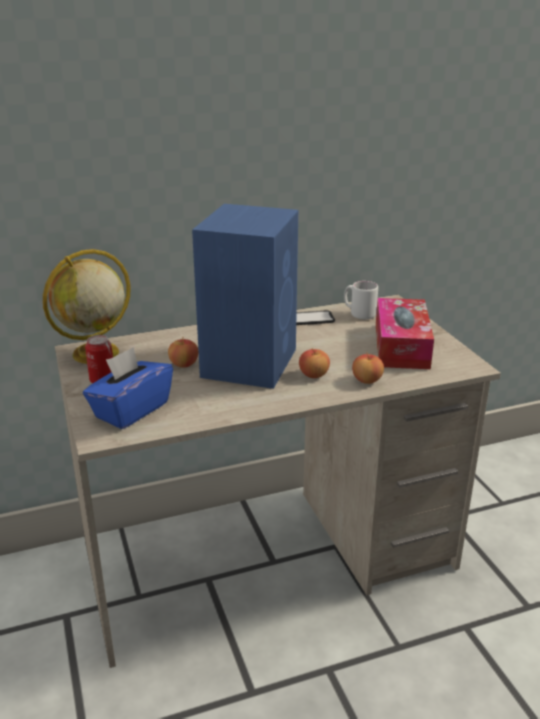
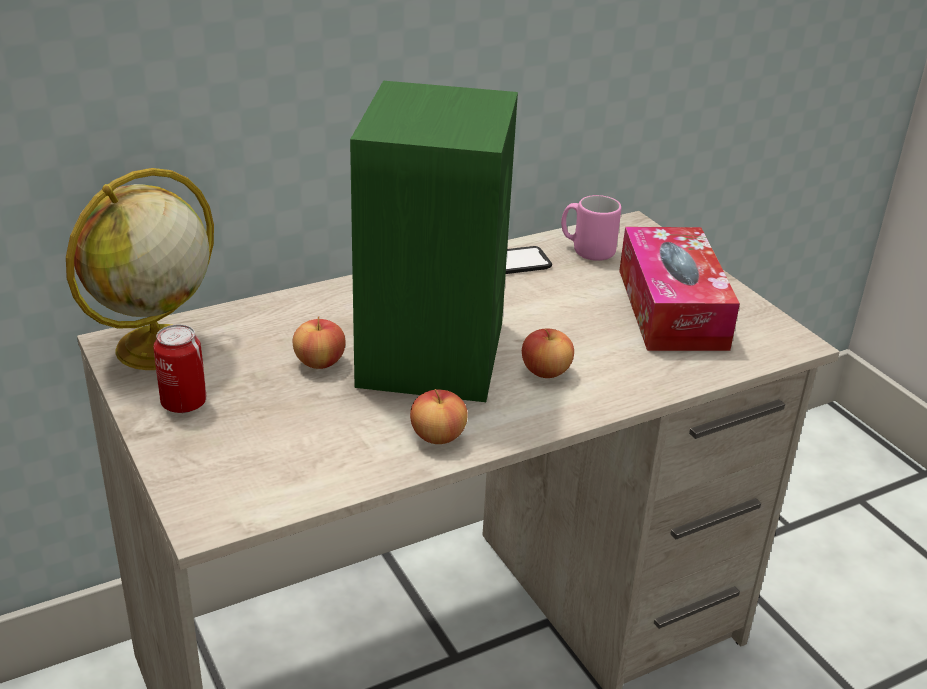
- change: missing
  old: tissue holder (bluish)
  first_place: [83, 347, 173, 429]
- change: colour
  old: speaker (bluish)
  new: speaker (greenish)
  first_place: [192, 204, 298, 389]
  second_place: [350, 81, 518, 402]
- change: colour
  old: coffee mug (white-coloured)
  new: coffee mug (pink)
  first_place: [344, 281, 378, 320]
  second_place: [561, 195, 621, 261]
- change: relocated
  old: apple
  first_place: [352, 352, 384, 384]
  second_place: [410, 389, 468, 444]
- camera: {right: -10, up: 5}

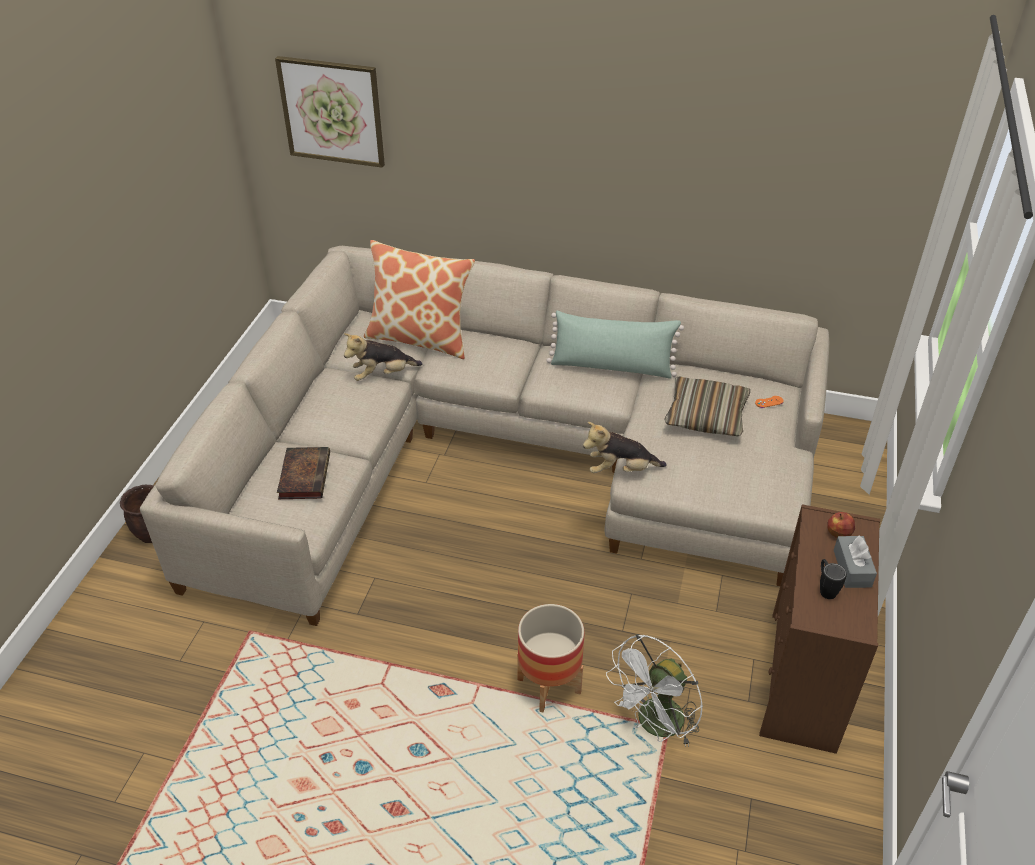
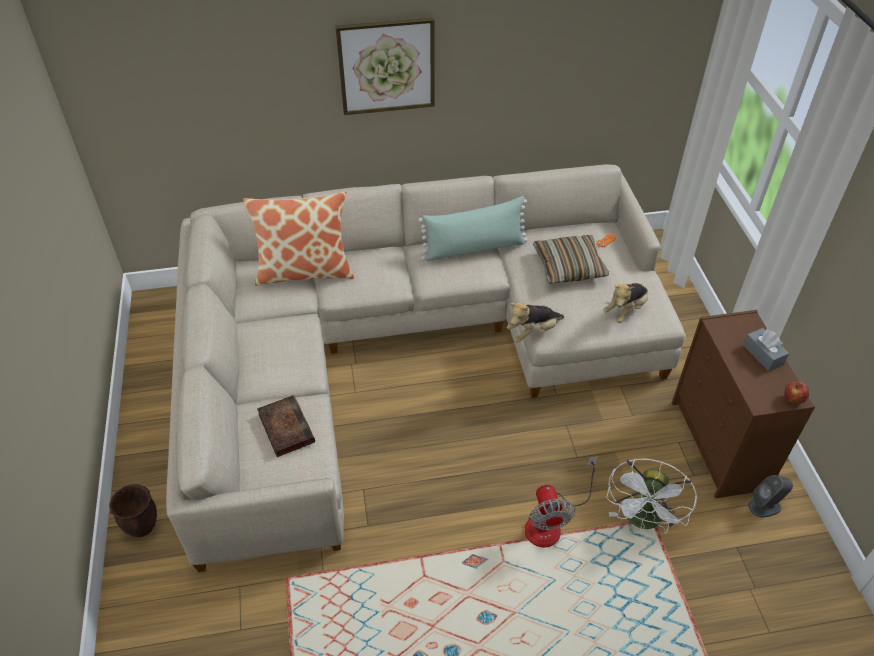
- change: relocated
  old: wall picture
  first_place: [275, 56, 385, 168]
  second_place: [335, 17, 435, 115]
- change: relocated
  old: cuddly toy
  first_place: [344, 333, 422, 381]
  second_place: [603, 283, 648, 323]
- change: exchanged
  old: flower pot
  new: electric fan
  first_place: [517, 604, 584, 712]
  second_place: [525, 457, 598, 547]
- change: missing
  old: coffee mug (black-coloured)
  first_place: [820, 559, 847, 599]
- change: relocated
  old: apple
  first_place: [827, 512, 855, 538]
  second_place: [785, 381, 809, 404]
- change: appeared
  new: speaker (greyish)
  second_place: [748, 475, 793, 517]
- camera: {right: -25, up: 5}

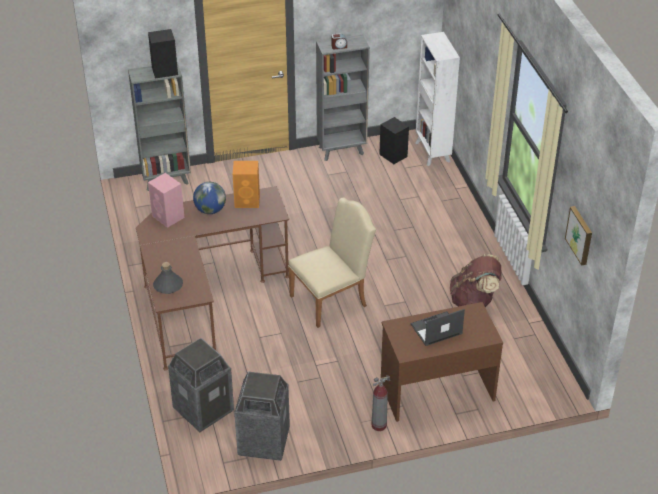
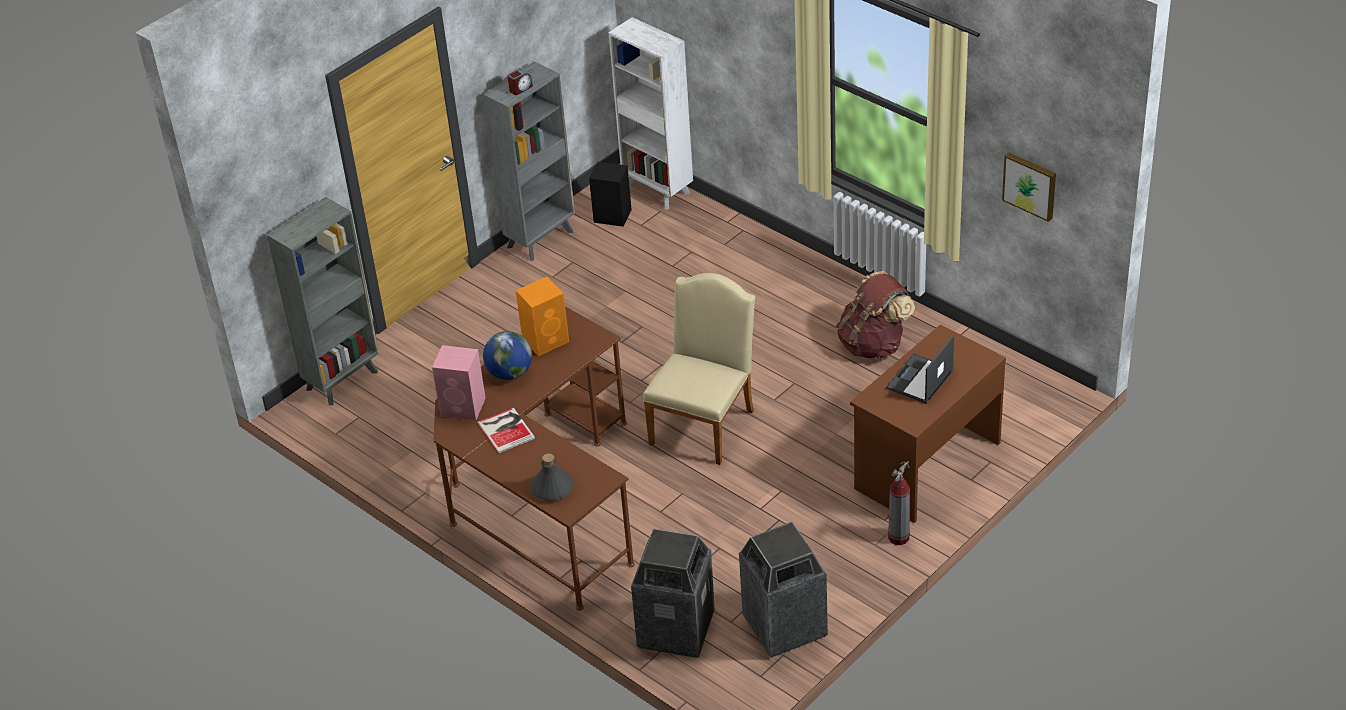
- change: missing
  old: speaker (black-coloured)
  first_place: [148, 29, 178, 79]
- change: appeared
  new: volume
  second_place: [477, 408, 535, 453]
- camera: {right: -30, up: 0}

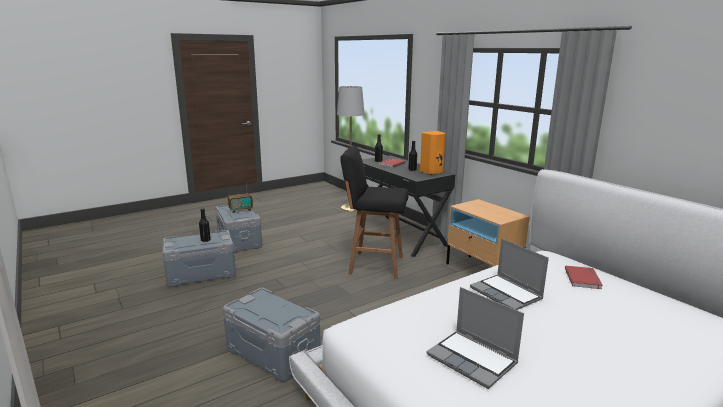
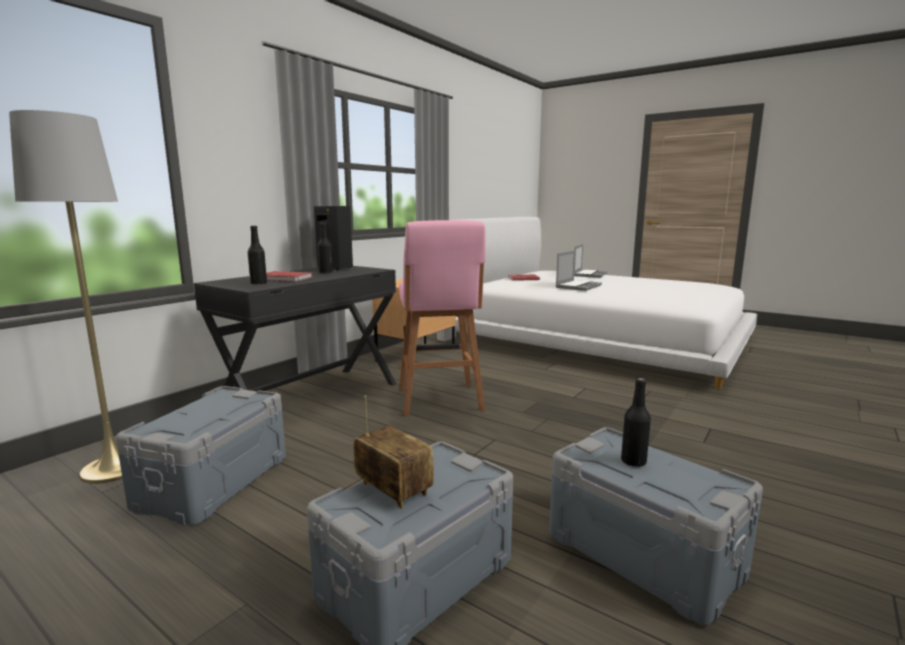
- change: relocated
  old: storage container (greyish)
  first_place: [223, 288, 321, 382]
  second_place: [116, 386, 286, 525]
- change: colour
  old: sitting stool (black-coloured)
  new: sitting stool (pink)
  first_place: [340, 146, 408, 279]
  second_place: [399, 220, 486, 416]
- change: colour
  old: speaker (orange)
  new: speaker (black-coloured)
  first_place: [420, 131, 446, 175]
  second_place: [314, 206, 353, 270]
- change: relocated
  old: laptop
  first_place: [426, 287, 524, 389]
  second_place: [574, 244, 607, 278]
- camera: {right: -110, up: -5}

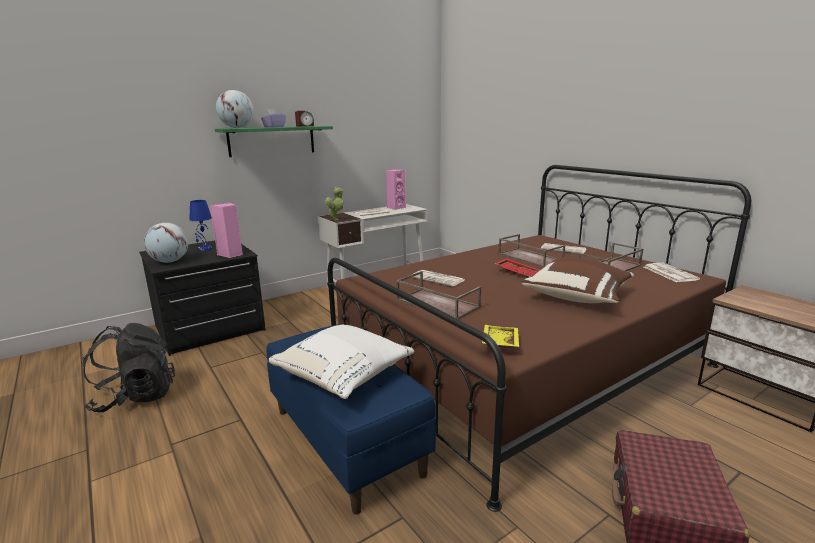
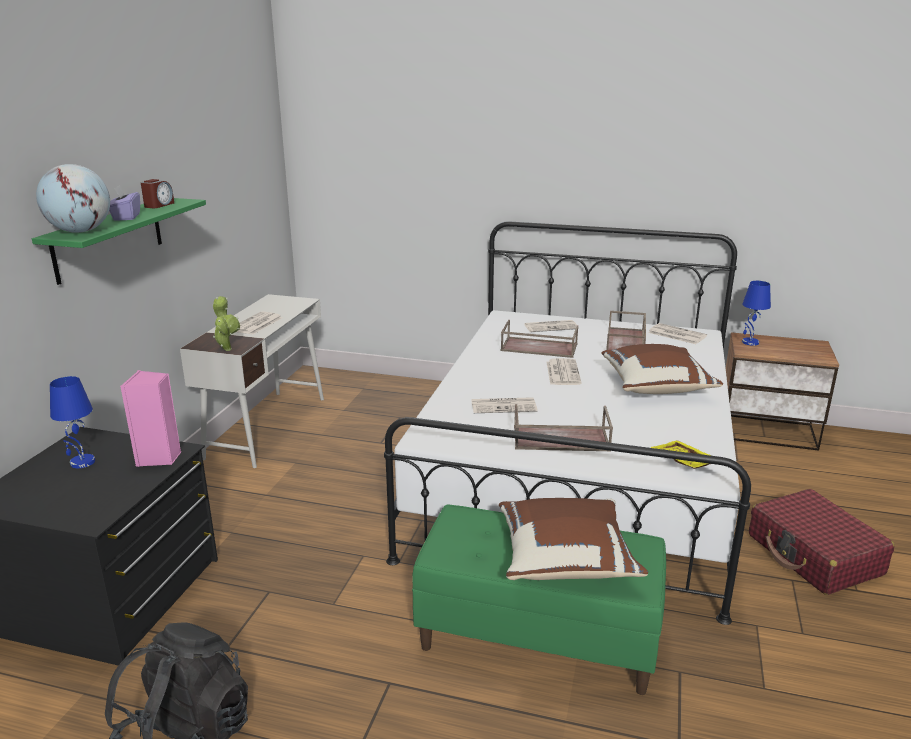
- change: missing
  old: world globe
  first_place: [144, 223, 188, 263]
- change: colour
  old: bench (bluish)
  new: bench (greenish)
  first_place: [267, 324, 436, 514]
  second_place: [412, 505, 666, 695]
- change: colour
  old: cushion (white-coloured)
  new: cushion (brownish)
  first_place: [269, 325, 414, 399]
  second_place: [499, 498, 648, 580]
- change: colour
  old: bedroom bed (brownish)
  new: bedroom bed (white-coloured)
  first_place: [327, 165, 752, 512]
  second_place: [384, 221, 751, 625]
- change: missing
  old: speaker (pink)
  first_place: [386, 169, 406, 210]
- change: exchanged
  old: serving tray (red)
  new: daily paper
  first_place: [495, 258, 540, 278]
  second_place: [547, 358, 582, 385]
- change: appeared
  new: table lamp (bluish)
  second_place: [742, 281, 771, 346]
- camera: {right: -40, up: 5}

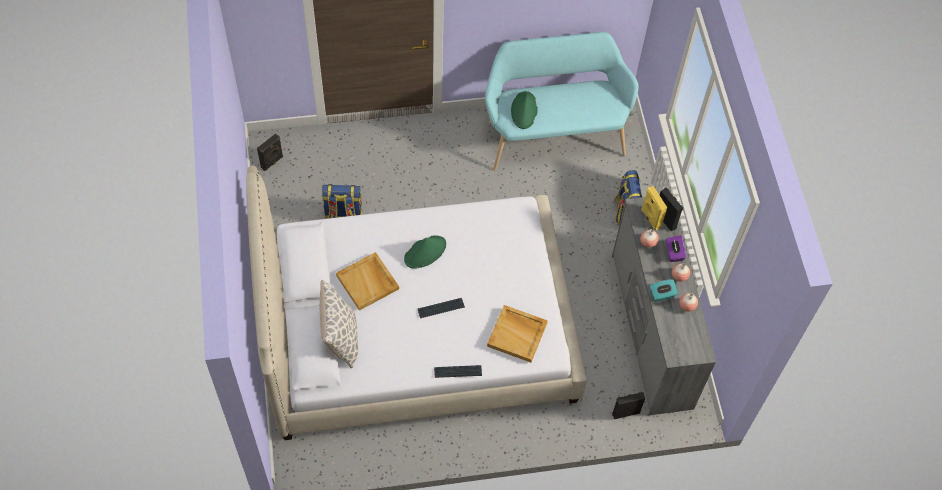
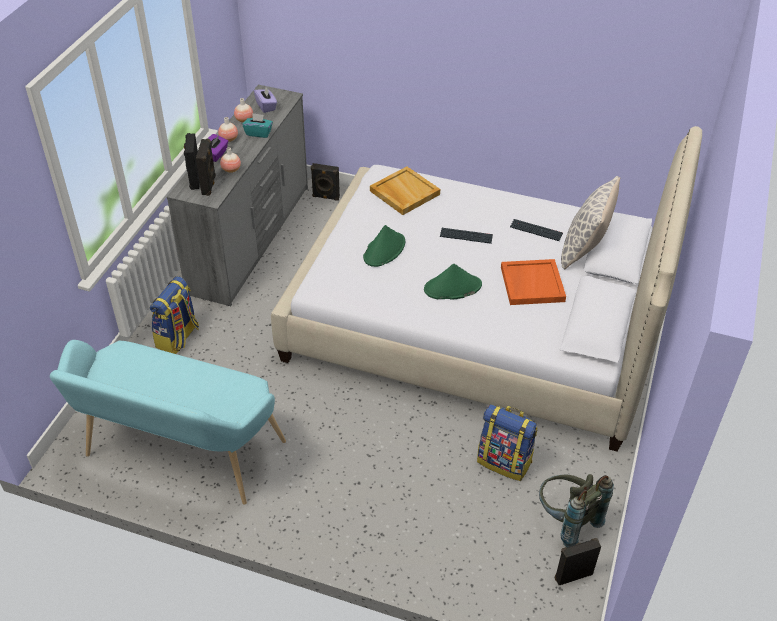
- change: colour
  old: serving tray (beige)
  new: serving tray (orange)
  first_place: [336, 252, 399, 311]
  second_place: [501, 259, 566, 305]
- change: relocated
  old: PC keyboard
  first_place: [434, 365, 482, 378]
  second_place: [510, 219, 563, 241]
- change: relocated
  old: hat (greenish)
  first_place: [511, 91, 538, 129]
  second_place: [363, 225, 405, 267]
- change: colour
  old: speaker (yellow-coloured)
  new: speaker (black-coloured)
  first_place: [641, 186, 667, 231]
  second_place: [196, 139, 216, 196]
- change: appeared
  new: tissue holder (purplish)
  second_place: [254, 87, 277, 113]
- change: appeared
  new: rucksack (greyish)
  second_place: [539, 474, 614, 548]
- camera: {right: -150, up: -15}

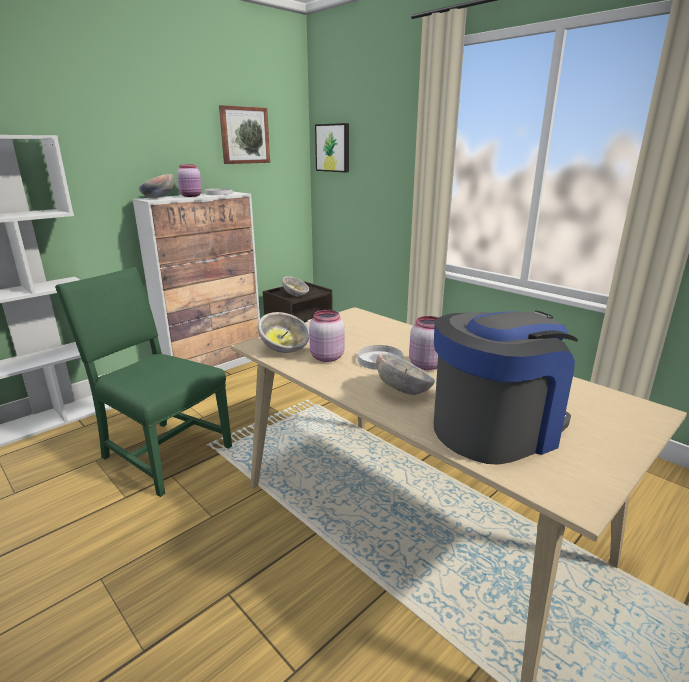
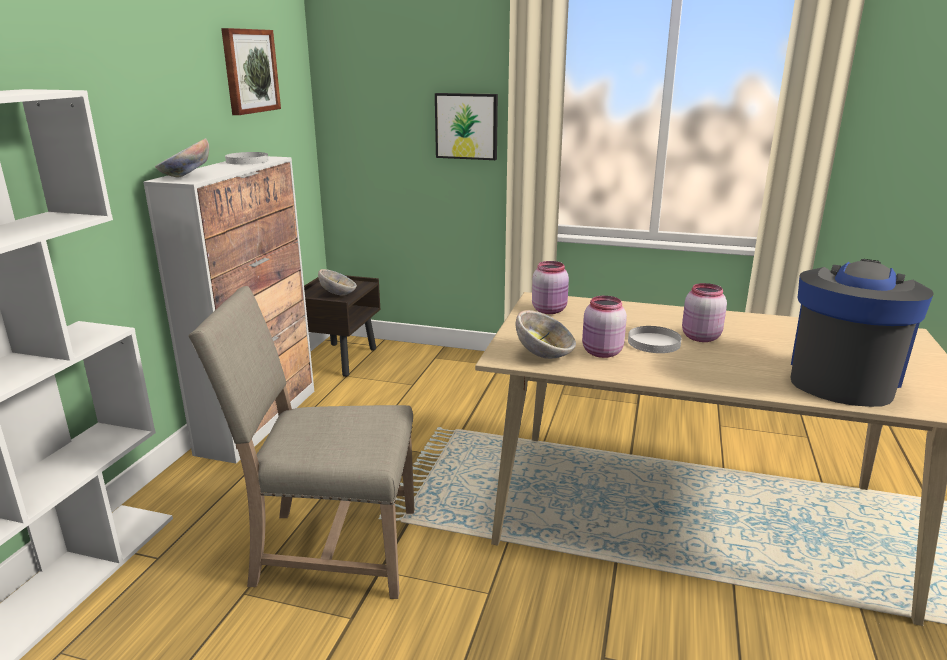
- change: colour
  old: plain chair (greenish)
  new: plain chair (beige)
  first_place: [55, 267, 232, 497]
  second_place: [188, 286, 414, 599]
- change: relocated
  old: jar (pink)
  first_place: [177, 164, 202, 197]
  second_place: [532, 261, 569, 314]
- change: relocated
  old: wall picture
  first_place: [315, 123, 349, 172]
  second_place: [435, 93, 498, 160]
- change: missing
  old: serving bowl
  first_place: [376, 353, 435, 395]
- camera: {right: -30, up: 0}

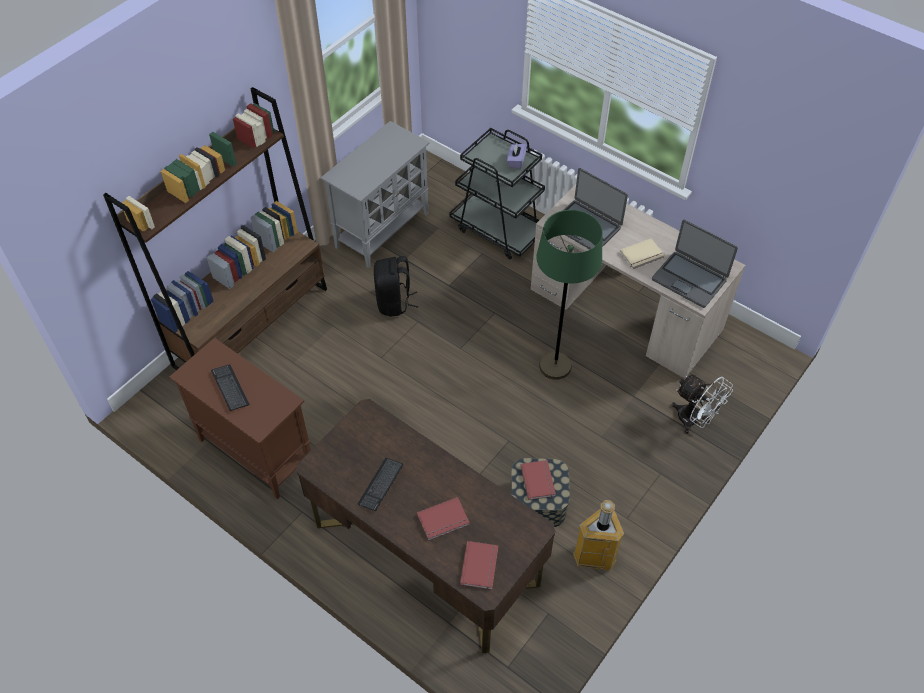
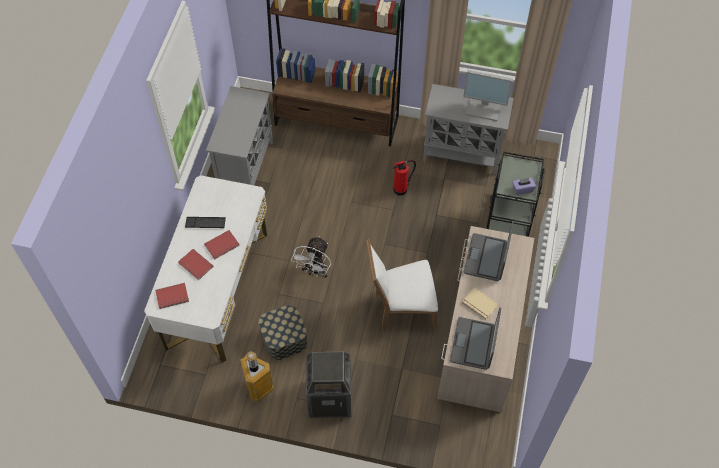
- change: colour
  old: cupboard (brownish)
  new: cupboard (greyish)
  first_place: [169, 338, 311, 500]
  second_place: [206, 86, 273, 185]
- change: missing
  old: PC keyboard
  first_place: [211, 364, 250, 411]
- change: colour
  old: desk unit (brownish)
  new: desk unit (white-coloured)
  first_place: [297, 399, 555, 653]
  second_place: [144, 175, 268, 363]
- change: exchanged
  old: rucksack (black-coloured)
  new: fire-fighting cylinder
  first_place: [374, 256, 418, 316]
  second_place: [393, 160, 416, 196]
- change: relocated
  old: volume (red)
  first_place: [520, 460, 556, 500]
  second_place: [204, 230, 240, 260]
- change: exchanged
  old: standing lamp (greenish)
  new: plain chair (white-coloured)
  first_place: [536, 210, 603, 380]
  second_place: [366, 239, 438, 331]
- change: relocated
  old: electric fan (white-coloured)
  first_place: [671, 375, 733, 434]
  second_place: [291, 236, 331, 277]
- change: appeared
  new: waste bin
  second_place: [306, 352, 351, 418]
- change: appeared
  new: monitor
  second_place: [463, 70, 513, 121]
- camera: {right: 65, up: 5}

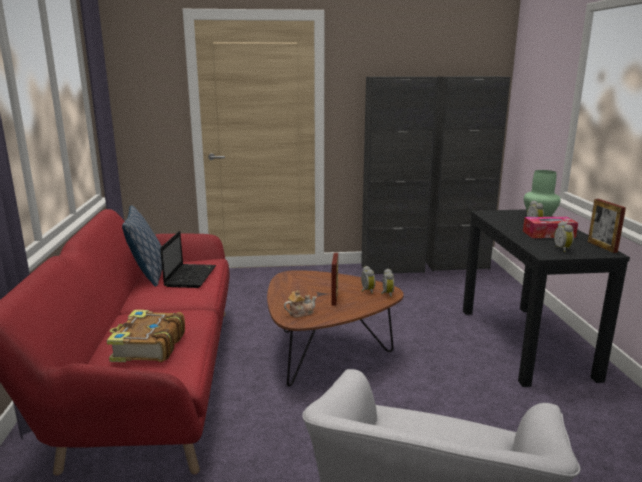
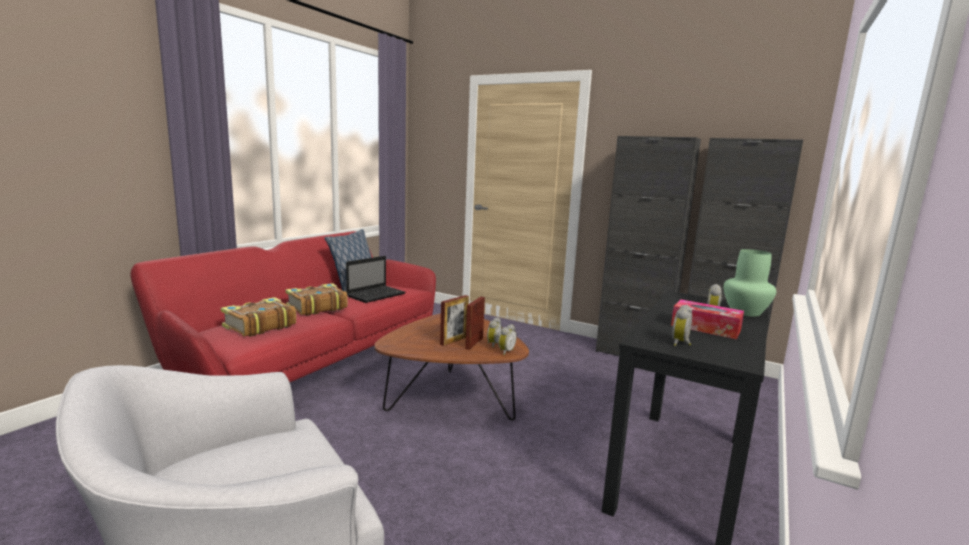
- change: missing
  old: tea pot
  first_place: [284, 290, 317, 317]
- change: relocated
  old: standing frame
  first_place: [588, 199, 626, 253]
  second_place: [465, 296, 485, 350]
- change: appeared
  new: volume
  second_place: [285, 283, 348, 316]
- camera: {right: 35, up: -5}

